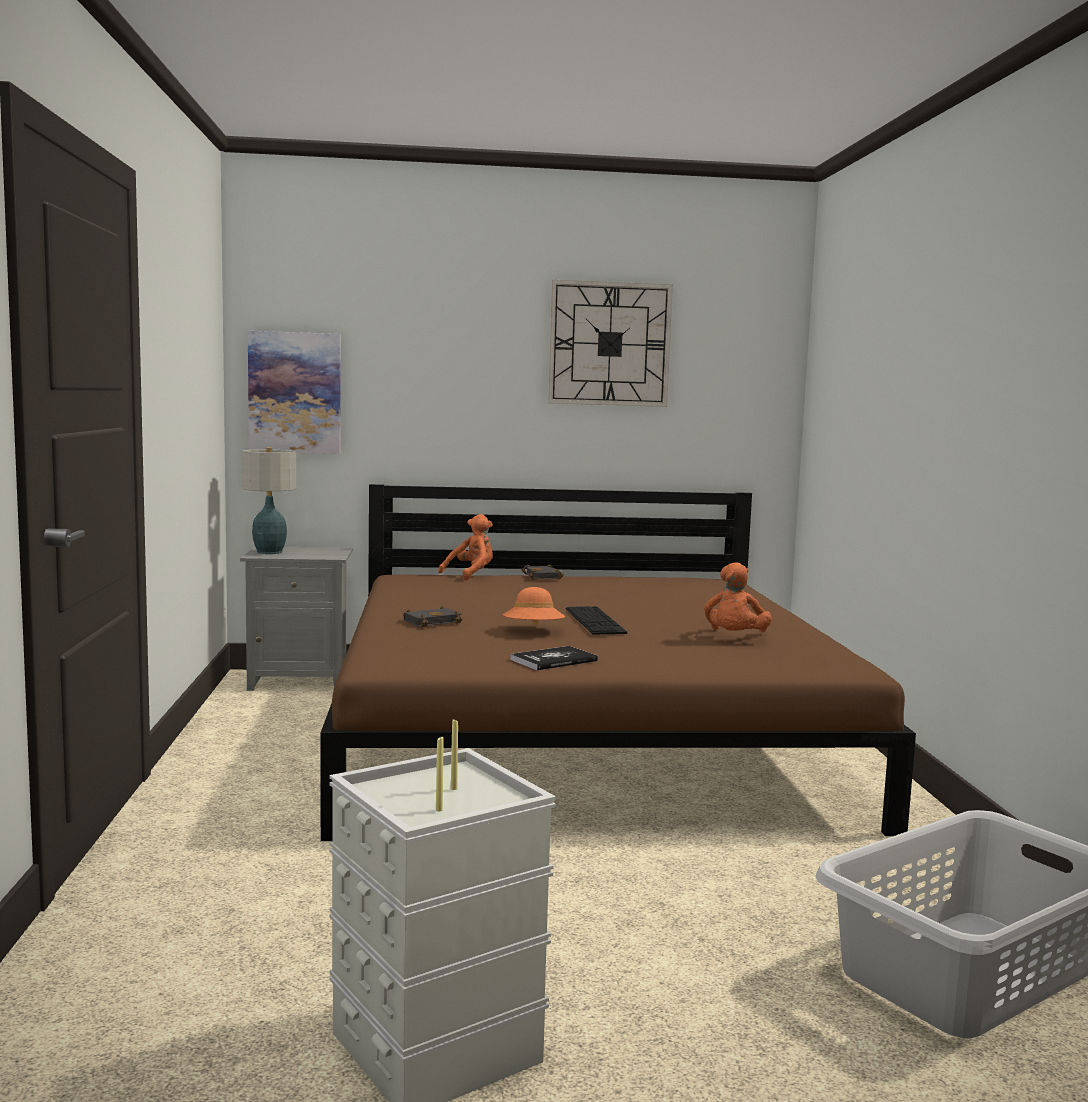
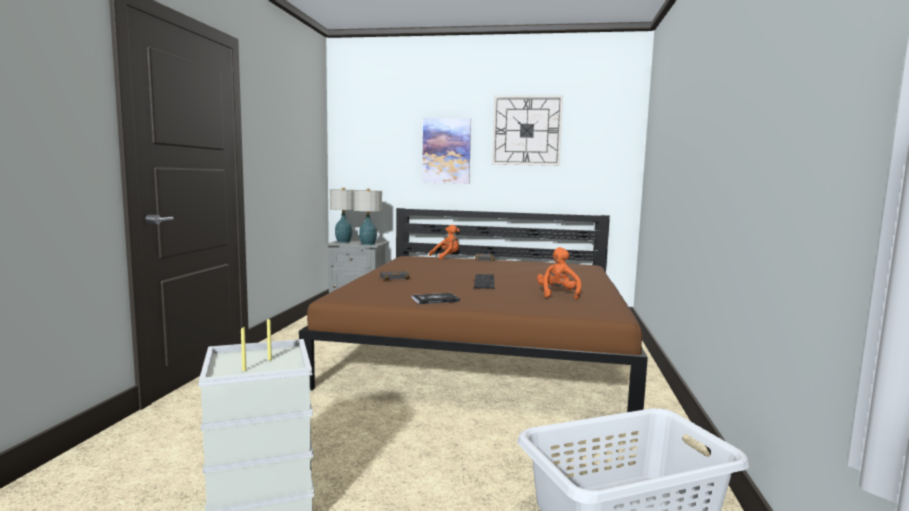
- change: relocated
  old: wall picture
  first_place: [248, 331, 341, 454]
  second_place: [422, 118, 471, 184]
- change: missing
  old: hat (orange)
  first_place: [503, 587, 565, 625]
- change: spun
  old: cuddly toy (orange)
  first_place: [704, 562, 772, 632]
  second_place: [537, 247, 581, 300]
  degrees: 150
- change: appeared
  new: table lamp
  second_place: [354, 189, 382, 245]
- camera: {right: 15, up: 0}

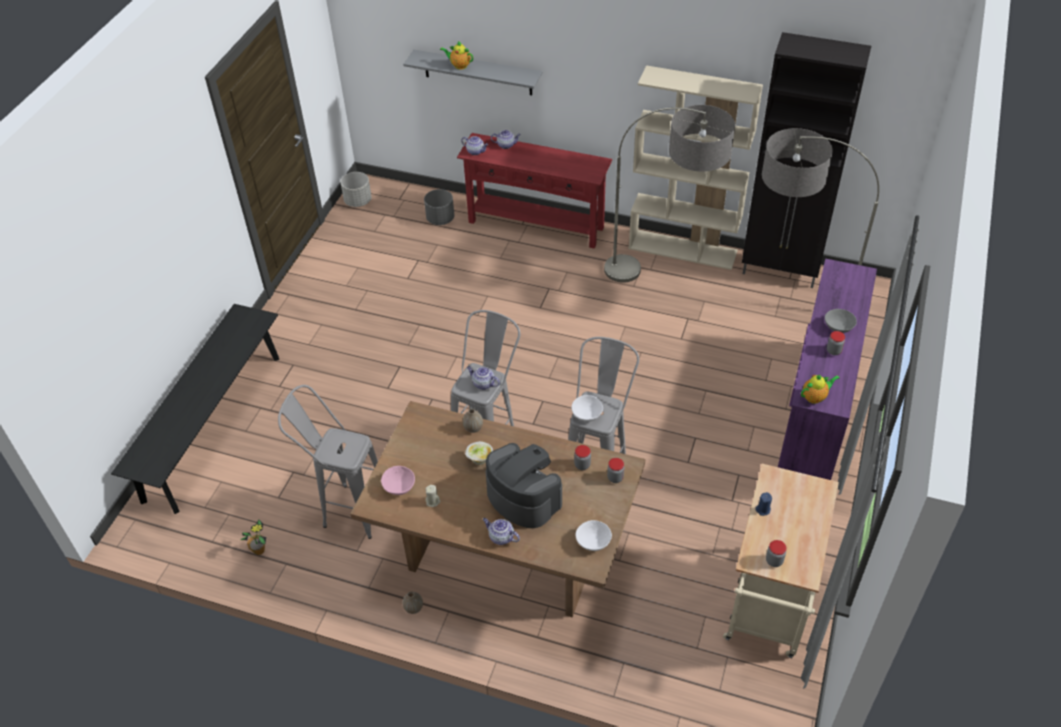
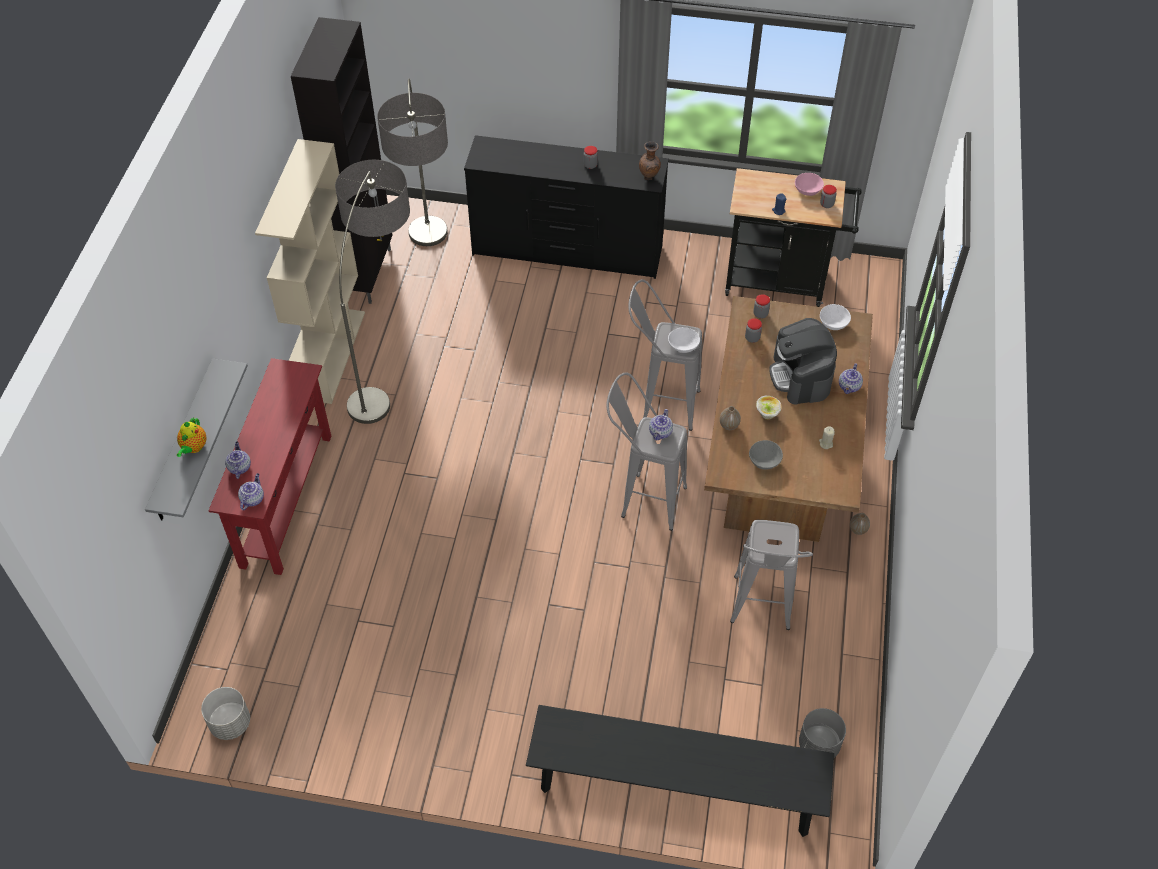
- change: missing
  old: houseplant
  first_place: [240, 520, 266, 555]
- change: relocated
  old: serving bowl (pink)
  first_place: [381, 466, 415, 495]
  second_place: [795, 173, 824, 196]
- change: relocated
  old: flower pot (greyish)
  first_place: [424, 189, 454, 225]
  second_place: [799, 708, 846, 758]
- change: spun
  old: coffee machine
  first_place: [486, 443, 562, 528]
  second_place: [769, 318, 837, 405]
  degrees: -45
- change: colour
  old: wheeled cart (beige)
  new: wheeled cart (black-coloured)
  first_place: [723, 464, 839, 658]
  second_place: [725, 168, 862, 307]
- change: colour
  old: chest of drawers (purplish)
  new: chest of drawers (black-coloured)
  first_place: [778, 258, 877, 480]
  second_place: [464, 135, 669, 279]
- change: exchanged
  old: tea pot
  new: flower vase (brownish)
  first_place: [801, 374, 840, 404]
  second_place: [639, 141, 661, 180]
- change: relocated
  old: serving bowl (greyish)
  first_place: [825, 309, 857, 333]
  second_place: [749, 440, 783, 470]
- camera: {right: -100, up: 5}

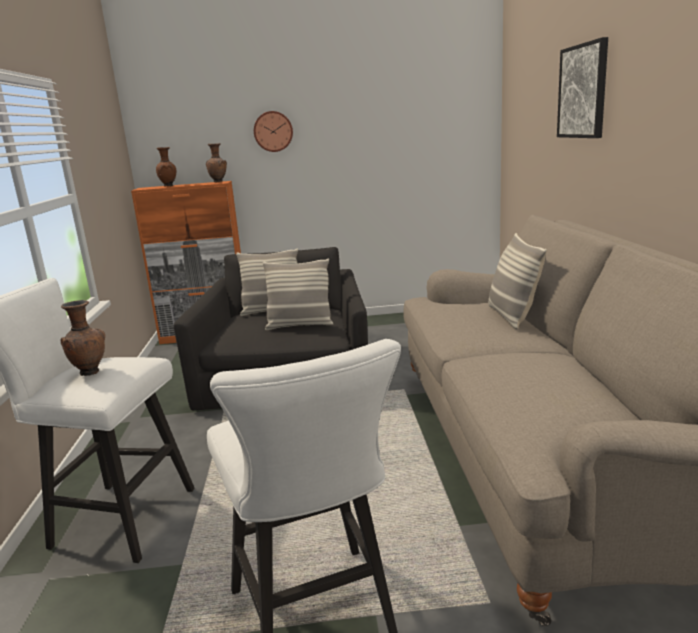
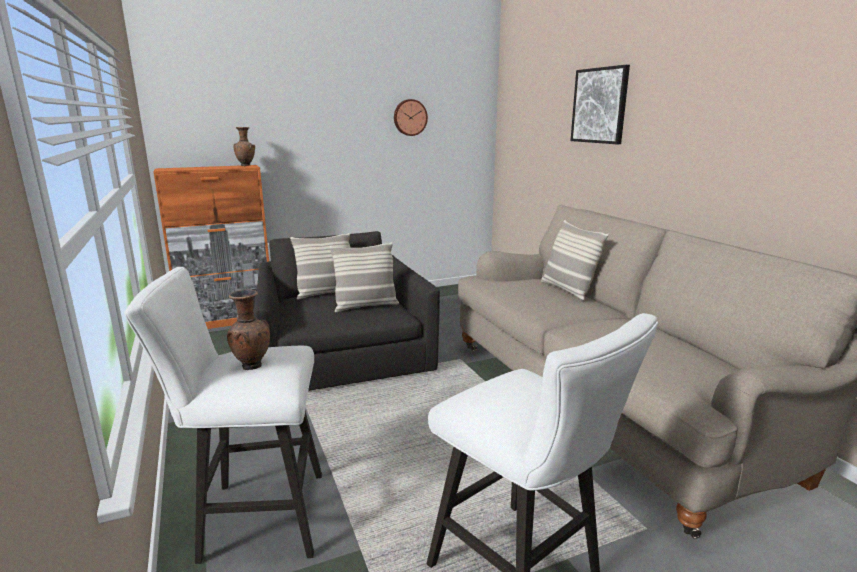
- change: missing
  old: flower vase (brownish)
  first_place: [156, 147, 176, 187]
- change: relocated
  old: wall clock
  first_place: [254, 111, 293, 152]
  second_place: [394, 99, 428, 136]
- camera: {right: -20, up: 0}

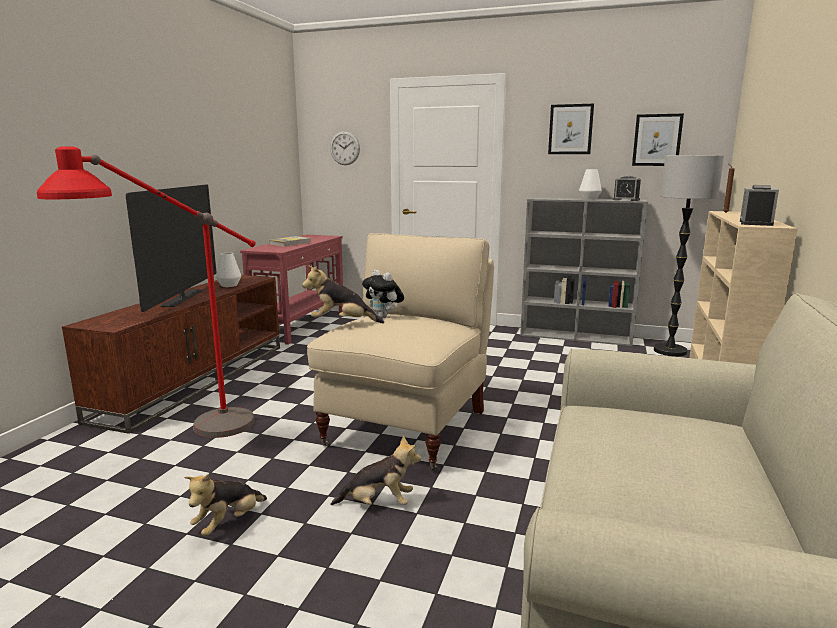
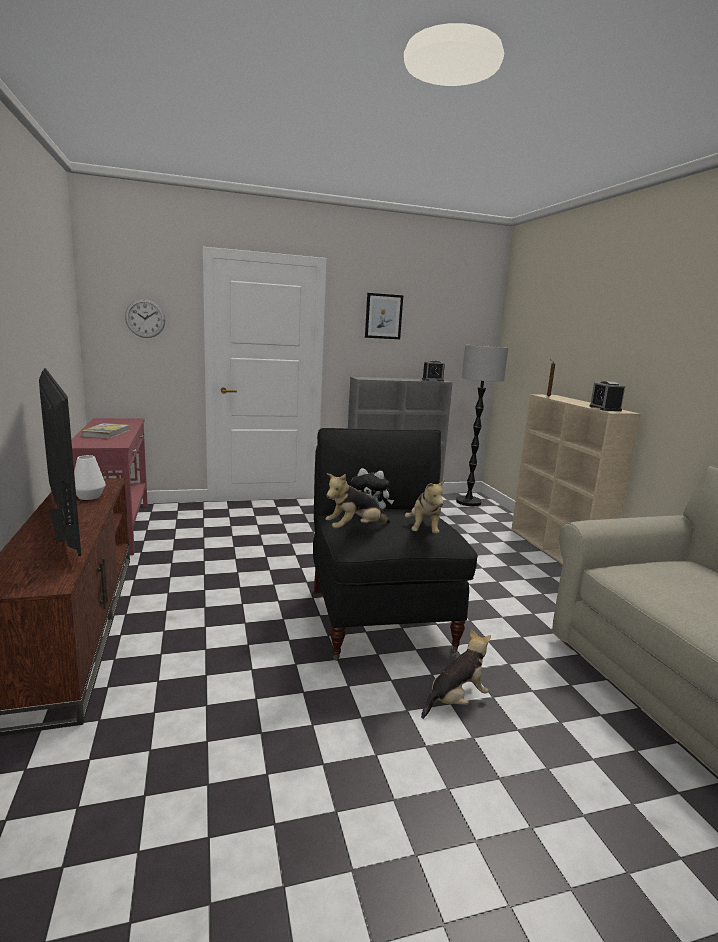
- change: missing
  old: standing lamp (red)
  first_place: [37, 146, 256, 438]
- change: relocated
  old: cuddly toy
  first_place: [184, 474, 267, 536]
  second_place: [405, 479, 445, 534]
- change: colour
  old: armchair (beige)
  new: armchair (black-coloured)
  first_place: [307, 233, 494, 470]
  second_place: [313, 428, 478, 661]
- change: missing
  old: flower vase (white-coloured)
  first_place: [579, 169, 602, 199]
- change: missing
  old: wall picture
  first_place: [632, 114, 684, 166]
- camera: {right: -35, up: 0}

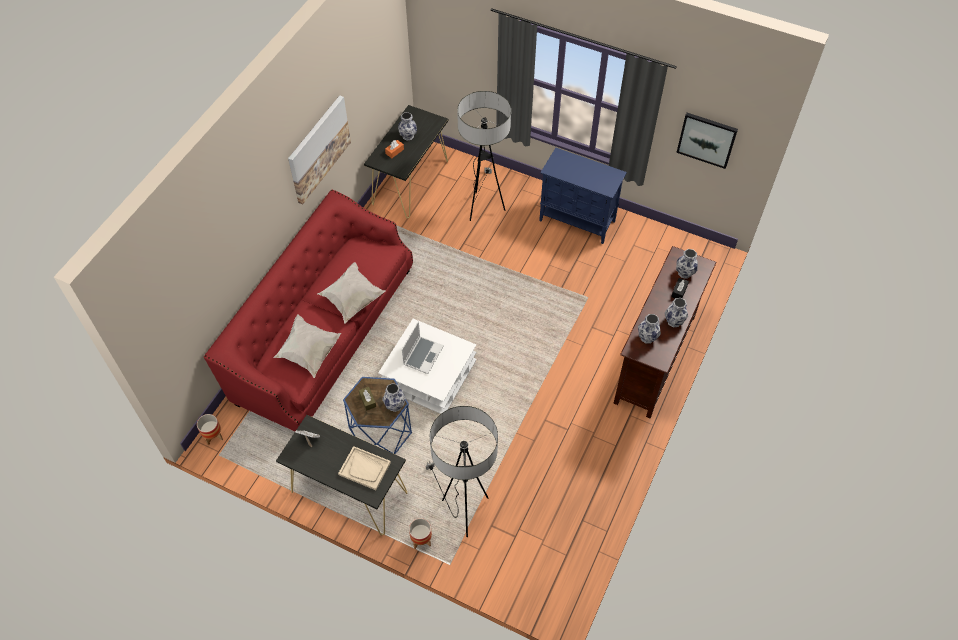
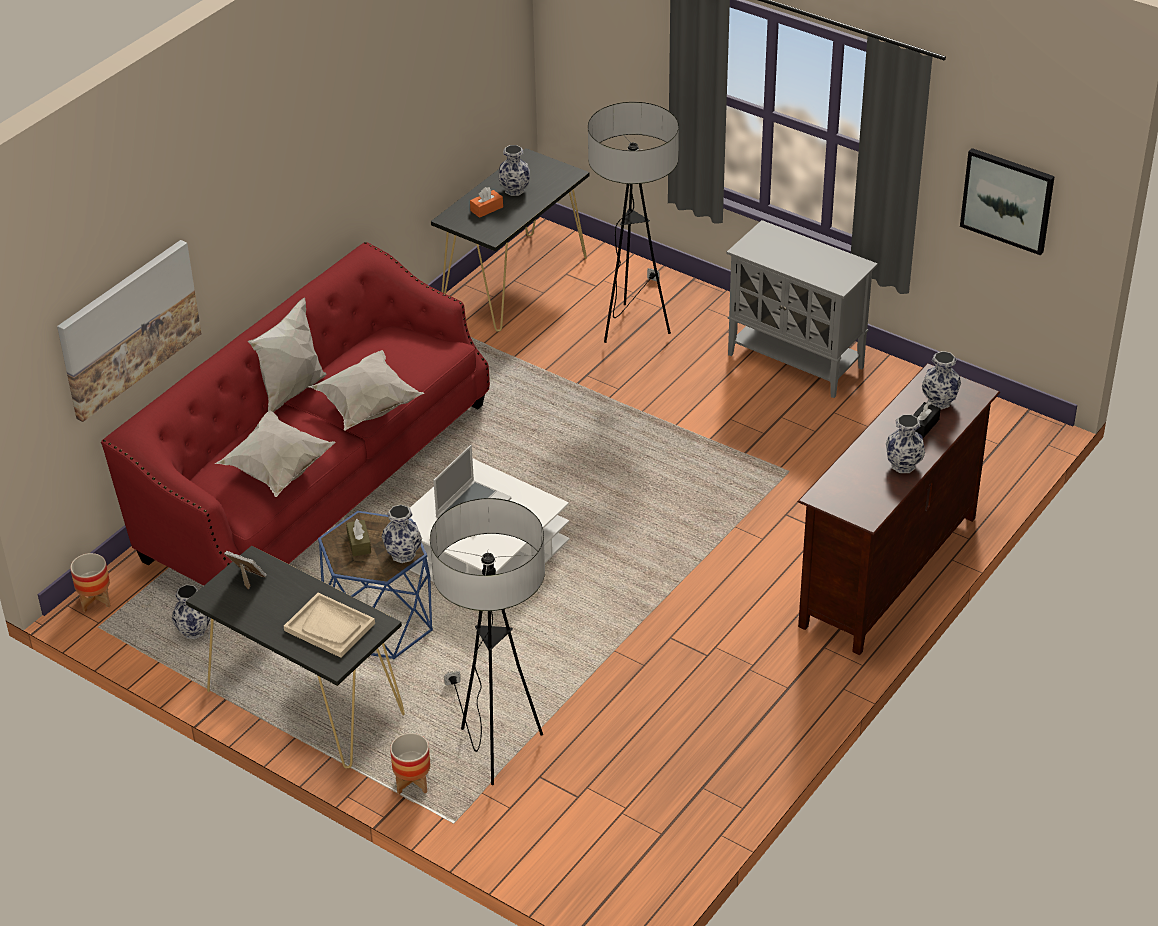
- change: relocated
  old: wall picture
  first_place: [288, 95, 351, 204]
  second_place: [57, 240, 201, 422]
- change: colour
  old: cupboard (bluish)
  new: cupboard (greyish)
  first_place: [539, 148, 627, 244]
  second_place: [727, 220, 878, 398]
- change: relocated
  old: flower vase
  first_place: [638, 314, 661, 343]
  second_place: [172, 585, 211, 639]
- change: appeared
  new: cushion (white-coloured)
  second_place: [248, 298, 327, 412]
- camera: {right: 10, up: -15}

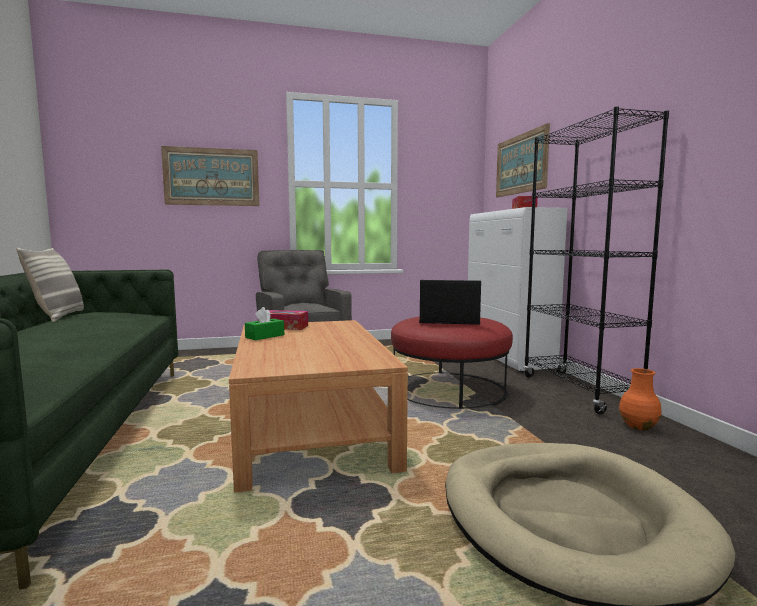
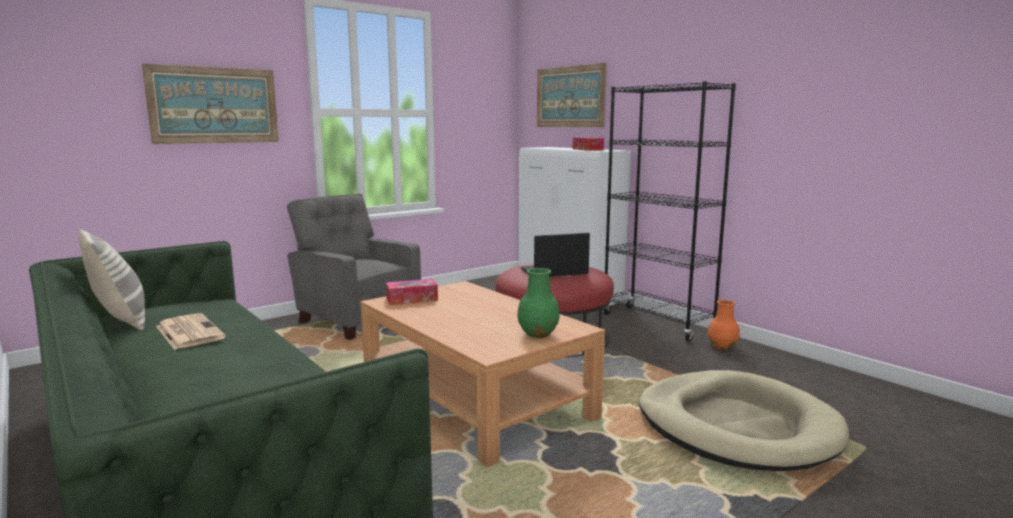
- change: missing
  old: tissue holder (greenish)
  first_place: [245, 307, 284, 340]
- change: appeared
  new: daily paper
  second_place: [156, 313, 226, 350]
- change: appeared
  new: flower vase (greenish)
  second_place: [517, 268, 560, 338]
- camera: {right: -25, up: 5}

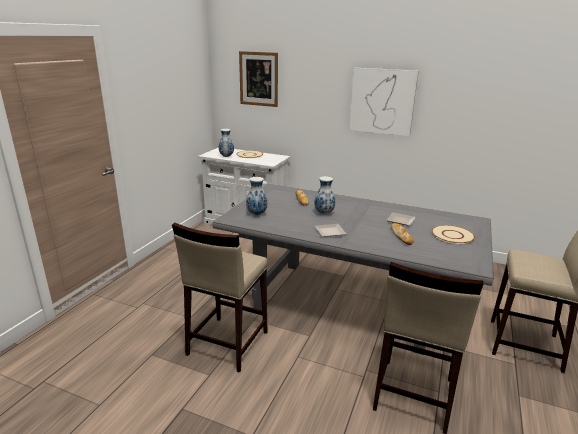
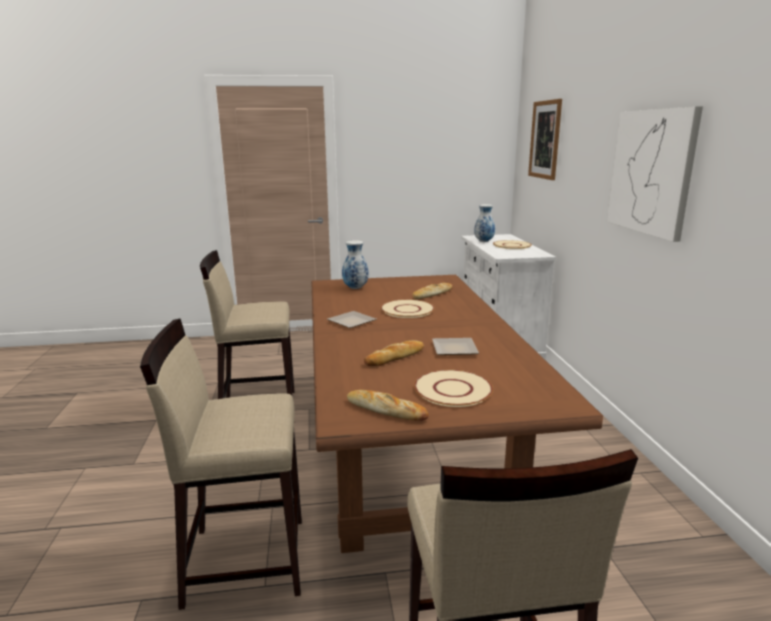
- change: colour
  old: dining table (greyish)
  new: dining table (brownish)
  first_place: [212, 184, 494, 355]
  second_place: [311, 275, 603, 553]
- change: exchanged
  old: flower vase
  new: flat dish (beige)
  first_place: [314, 176, 335, 214]
  second_place: [381, 299, 435, 318]
- change: appeared
  new: baked bread
  second_place: [347, 390, 429, 421]
- camera: {right: 60, up: -5}

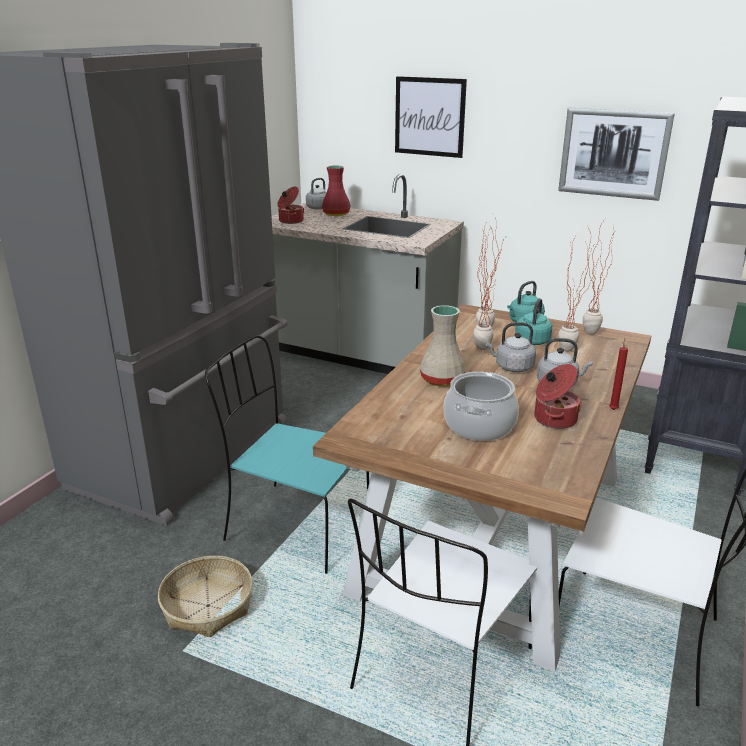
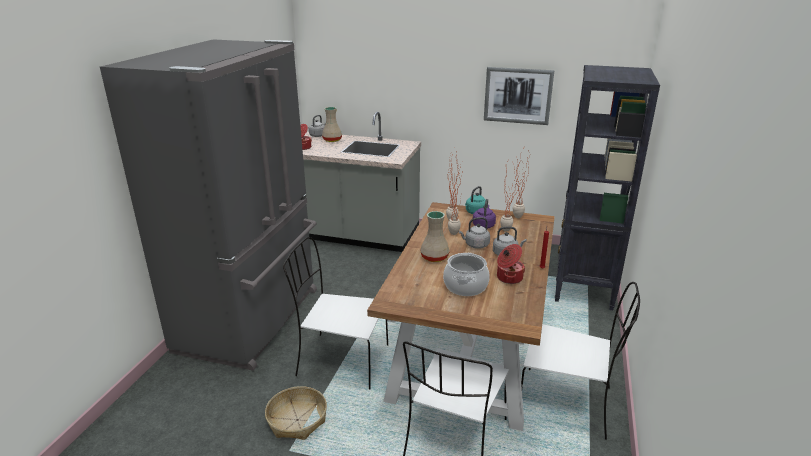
- change: colour
  old: plain chair (turquoise)
  new: plain chair (white-coloured)
  first_place: [205, 335, 369, 574]
  second_place: [283, 237, 388, 390]
- change: colour
  old: flower vase (red)
  new: flower vase (beige)
  first_place: [322, 166, 350, 216]
  second_place: [322, 107, 342, 142]
- change: missing
  old: wall picture
  first_place: [395, 76, 467, 158]
- change: colour
  old: tea kettle (turquoise)
  new: tea kettle (purplish)
  first_place: [515, 298, 552, 345]
  second_place: [473, 199, 496, 229]
- camera: {right: -10, up: 0}

